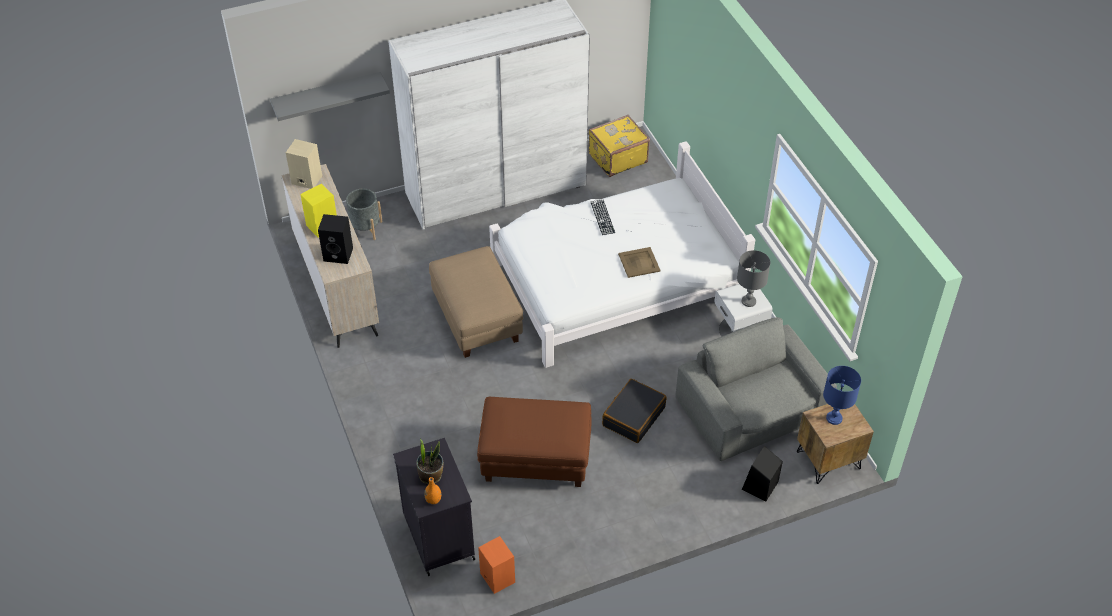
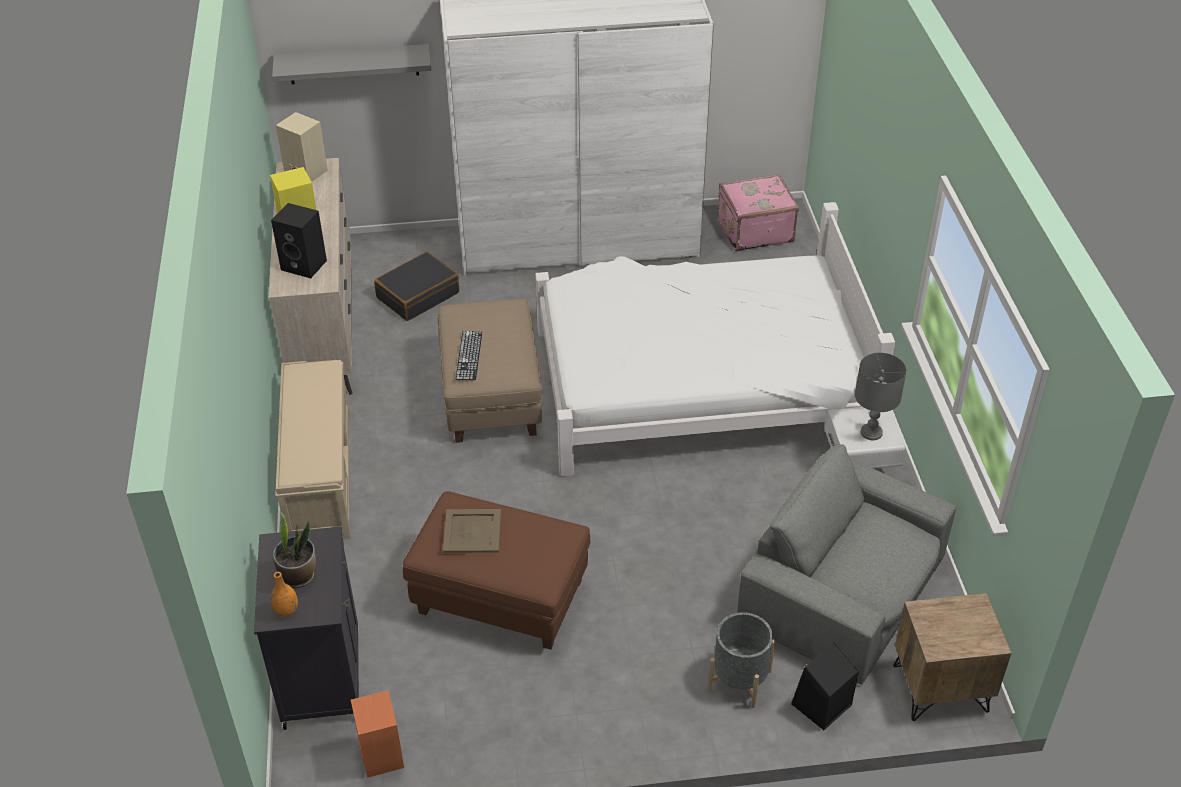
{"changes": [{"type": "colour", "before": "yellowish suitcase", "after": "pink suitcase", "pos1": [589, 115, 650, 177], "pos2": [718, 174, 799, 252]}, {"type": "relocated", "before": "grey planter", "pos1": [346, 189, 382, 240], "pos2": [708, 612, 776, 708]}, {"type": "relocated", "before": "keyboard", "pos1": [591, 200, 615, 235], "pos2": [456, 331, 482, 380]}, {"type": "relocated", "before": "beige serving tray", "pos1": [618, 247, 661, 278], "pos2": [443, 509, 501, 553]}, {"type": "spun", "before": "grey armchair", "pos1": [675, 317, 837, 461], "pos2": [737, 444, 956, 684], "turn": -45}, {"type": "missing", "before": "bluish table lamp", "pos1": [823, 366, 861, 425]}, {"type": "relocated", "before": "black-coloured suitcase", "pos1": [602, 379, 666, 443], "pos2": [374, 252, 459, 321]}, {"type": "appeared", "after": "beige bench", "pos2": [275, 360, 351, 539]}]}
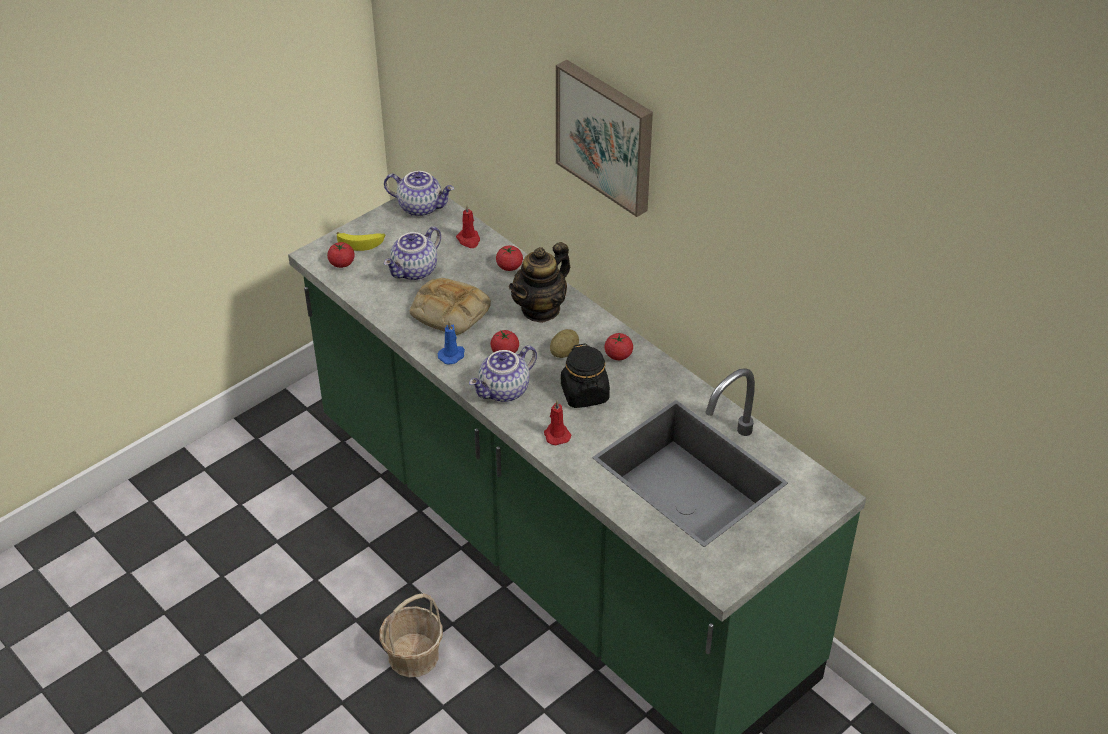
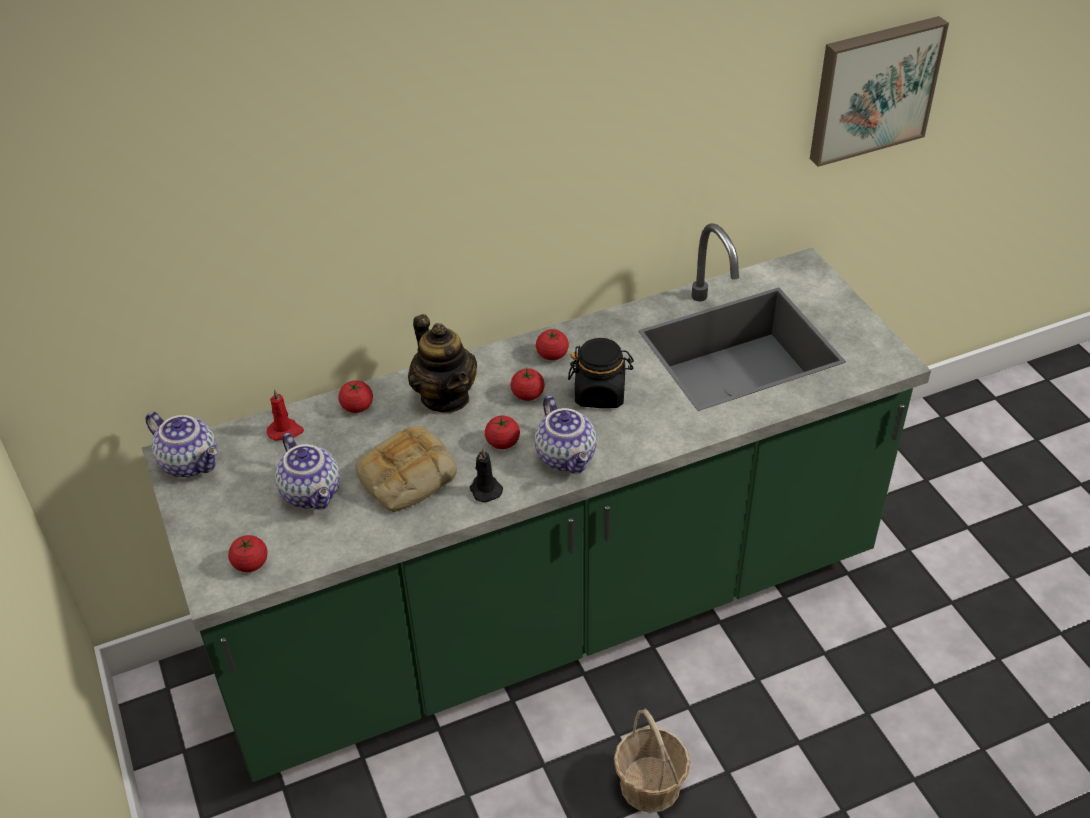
{"changes": [{"type": "relocated", "before": "wall picture", "pos1": [556, 60, 653, 217], "pos2": [810, 16, 949, 167]}, {"type": "spun", "before": "tea pot", "pos1": [384, 171, 454, 217], "pos2": [145, 412, 218, 477], "turn": 90}, {"type": "missing", "before": "banana", "pos1": [336, 232, 385, 251]}, {"type": "colour", "before": "bluish wax light", "after": "black-coloured wax light", "pos1": [438, 320, 465, 365], "pos2": [470, 447, 503, 502]}, {"type": "exchanged", "before": "spud", "after": "fresh tomato", "pos1": [550, 329, 579, 358], "pos2": [511, 368, 545, 401]}, {"type": "missing", "before": "red-coloured wax light", "pos1": [544, 400, 571, 445]}]}
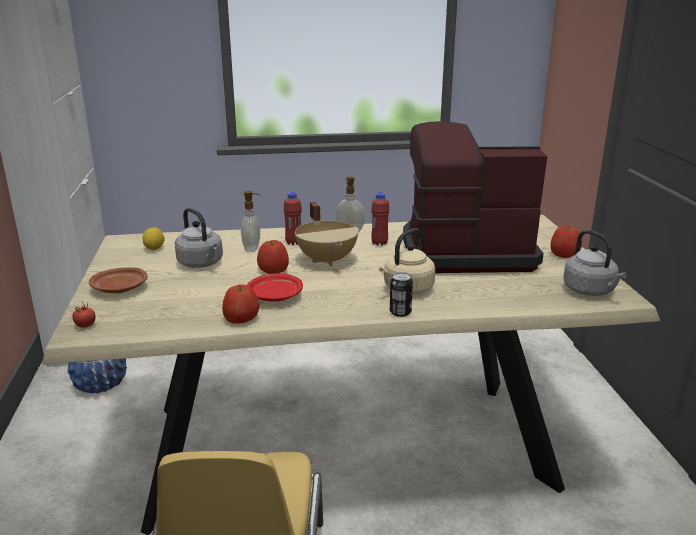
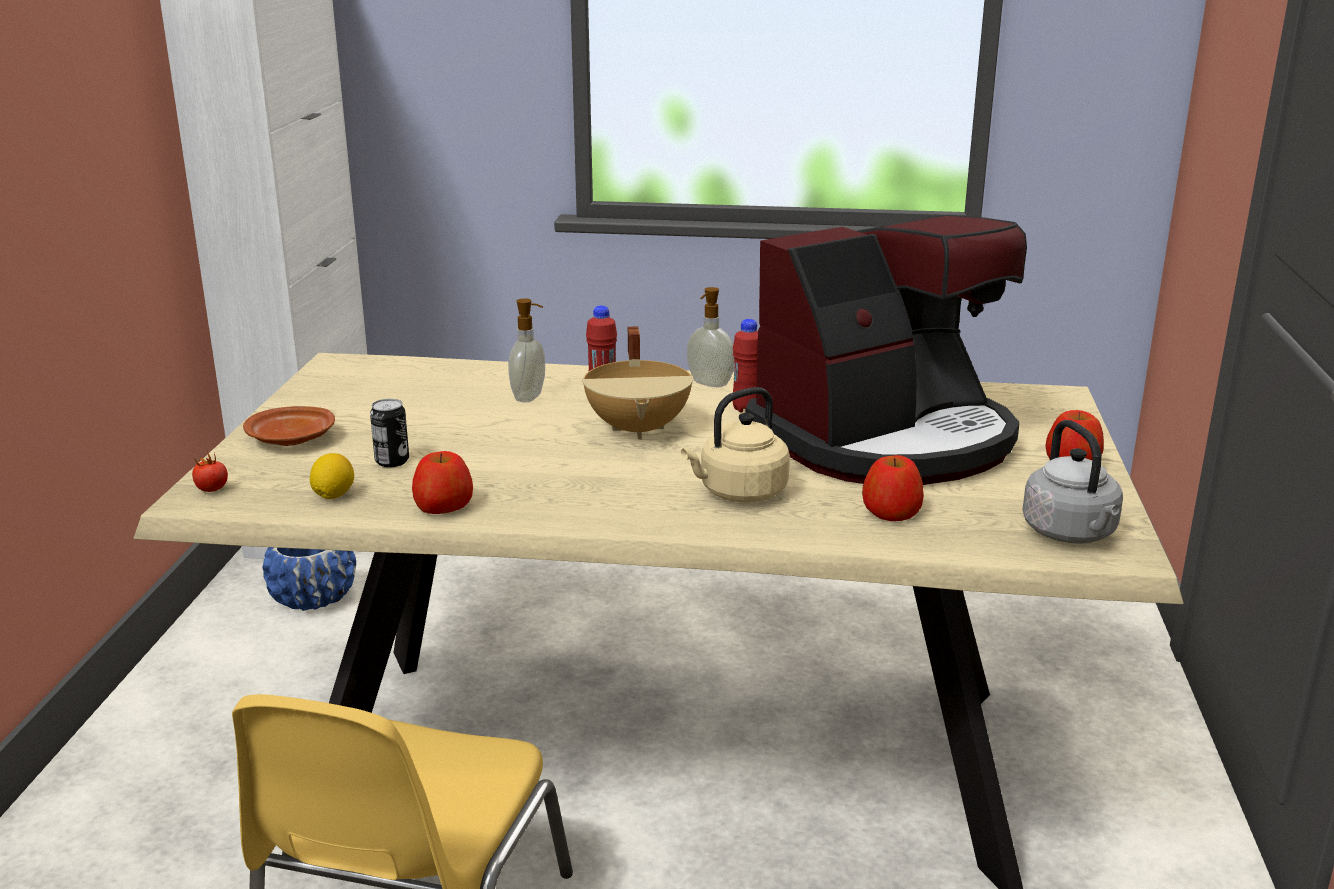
{"changes": [{"type": "spun", "before": "coffee maker", "pos1": [403, 121, 547, 273], "pos2": [746, 215, 1027, 485], "turn": 135}, {"type": "missing", "before": "grey kettle", "pos1": [175, 208, 223, 268]}, {"type": "relocated", "before": "whole lemon", "pos1": [142, 227, 165, 250], "pos2": [310, 453, 354, 499]}, {"type": "relocated", "before": "apple fruit", "pos1": [257, 240, 289, 274], "pos2": [862, 455, 924, 521]}, {"type": "relocated", "before": "can", "pos1": [390, 272, 413, 317], "pos2": [370, 399, 409, 467]}, {"type": "missing", "before": "red-coloured dinner plate", "pos1": [247, 273, 303, 302]}]}
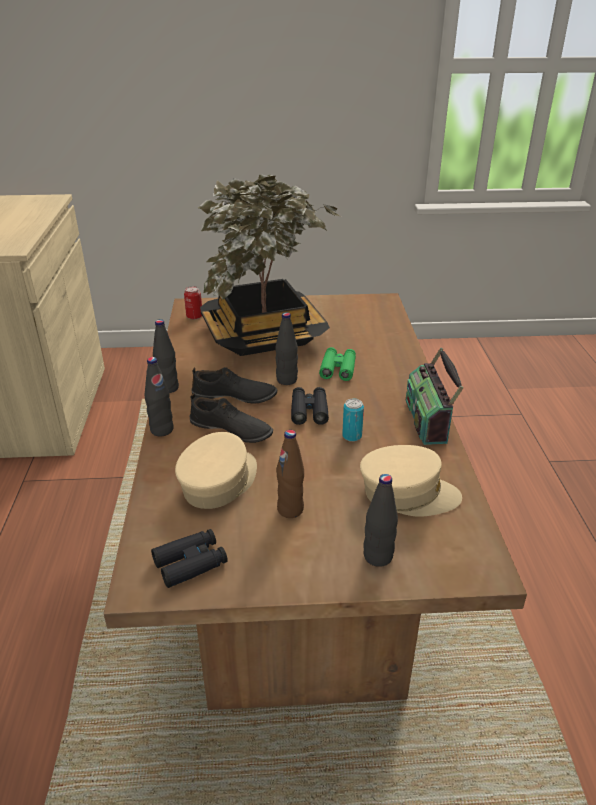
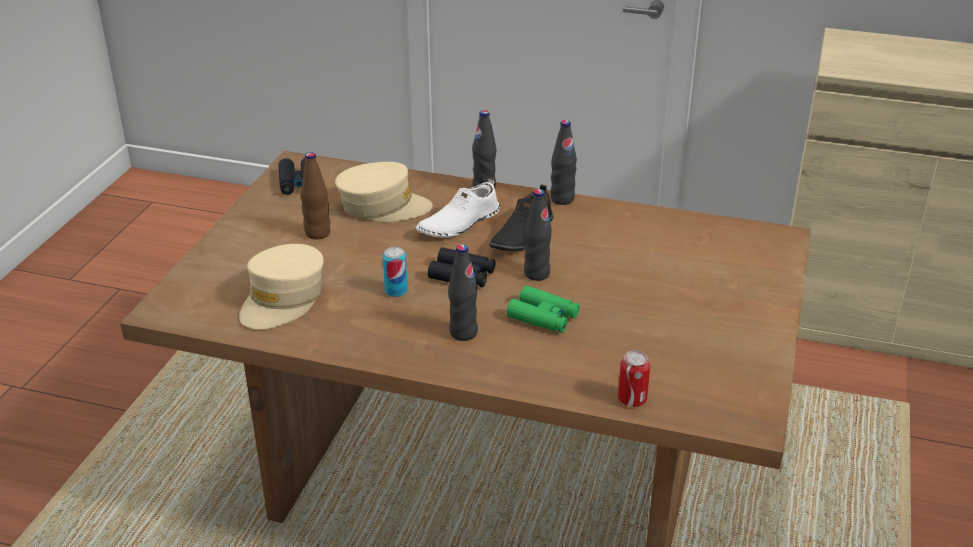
{"changes": [{"type": "missing", "before": "potted plant", "pos1": [198, 174, 340, 356]}, {"type": "relocated", "before": "can", "pos1": [184, 286, 202, 319], "pos2": [618, 351, 650, 407]}, {"type": "missing", "before": "radio", "pos1": [406, 348, 463, 445]}, {"type": "colour", "before": "black-coloured shoe", "after": "white shoe", "pos1": [190, 393, 273, 443], "pos2": [416, 178, 500, 238]}, {"type": "spun", "before": "beige peaked cap", "pos1": [175, 432, 257, 509], "pos2": [335, 162, 432, 222], "turn": -45}, {"type": "relocated", "before": "black-coloured bottle", "pos1": [363, 474, 398, 567], "pos2": [448, 244, 478, 341]}]}
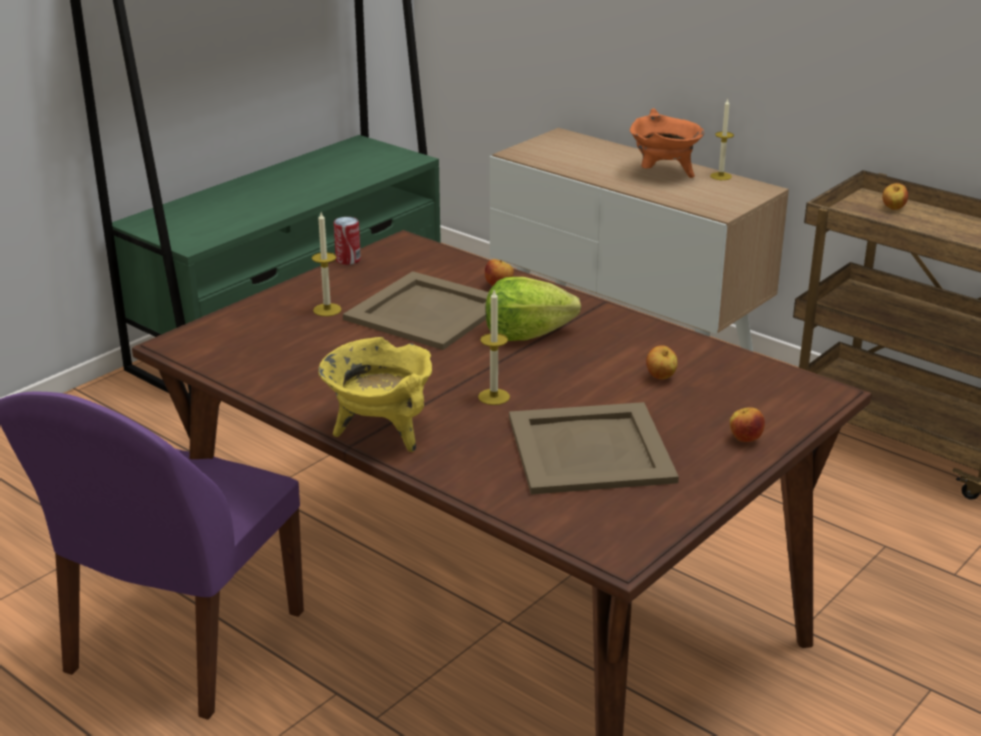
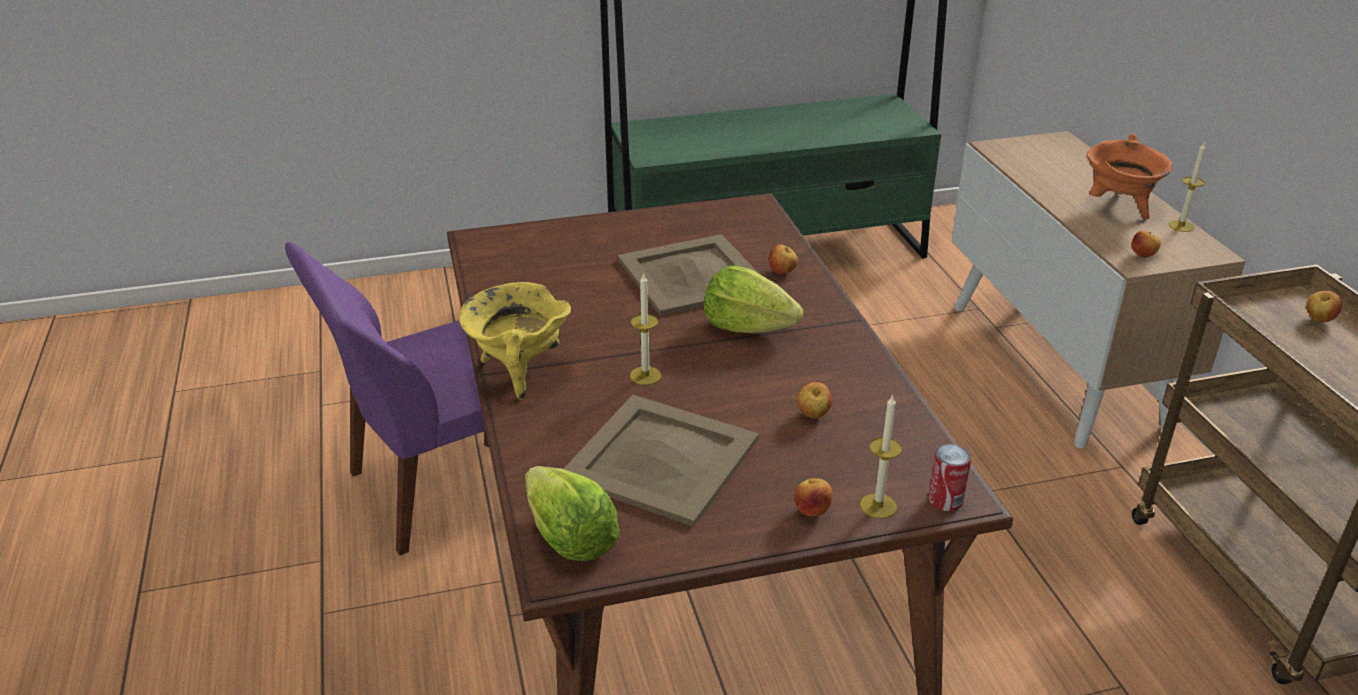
{"changes": [{"type": "relocated", "before": "wax light", "pos1": [312, 212, 342, 316], "pos2": [860, 394, 902, 519]}, {"type": "relocated", "before": "can", "pos1": [334, 217, 361, 265], "pos2": [928, 444, 971, 511]}, {"type": "appeared", "after": "apple fruit", "pos2": [1132, 231, 1161, 258]}, {"type": "appeared", "after": "lettuce", "pos2": [525, 466, 620, 562]}]}
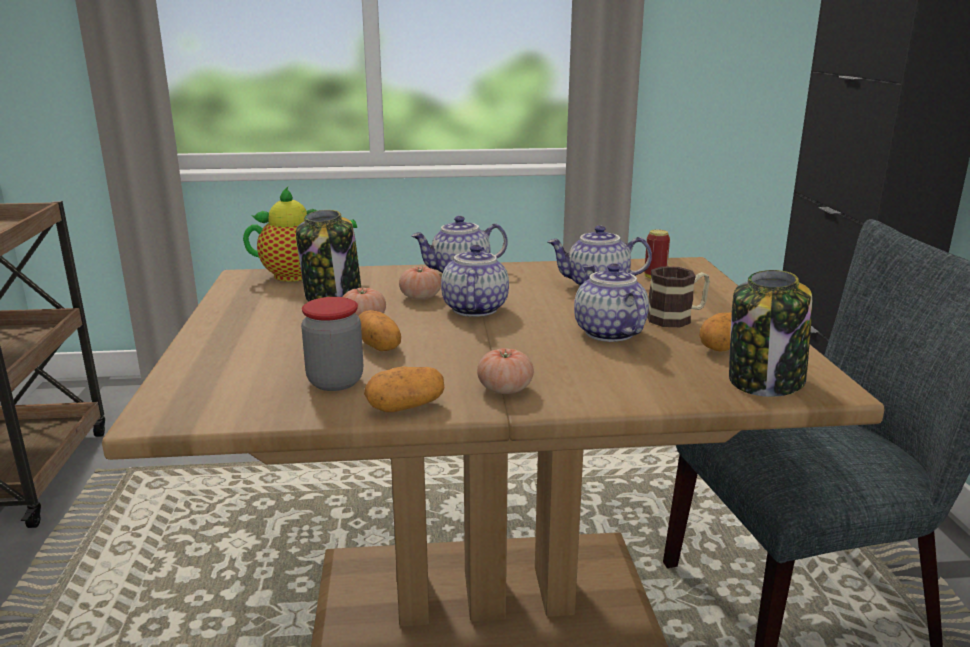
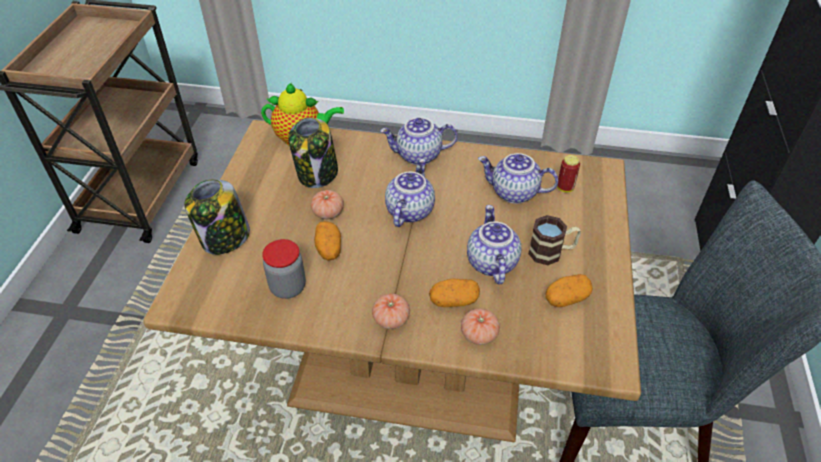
{"changes": [{"type": "relocated", "before": "fresh tomato", "pos1": [399, 267, 441, 300], "pos2": [461, 309, 500, 345]}, {"type": "relocated", "before": "preserve jar", "pos1": [729, 270, 812, 397], "pos2": [184, 179, 250, 255]}, {"type": "relocated", "before": "spud", "pos1": [364, 366, 445, 412], "pos2": [429, 278, 480, 307]}]}
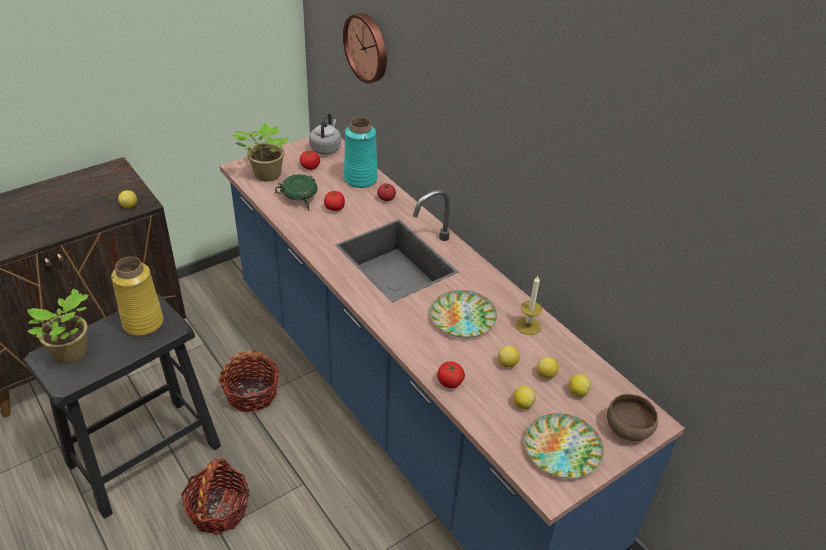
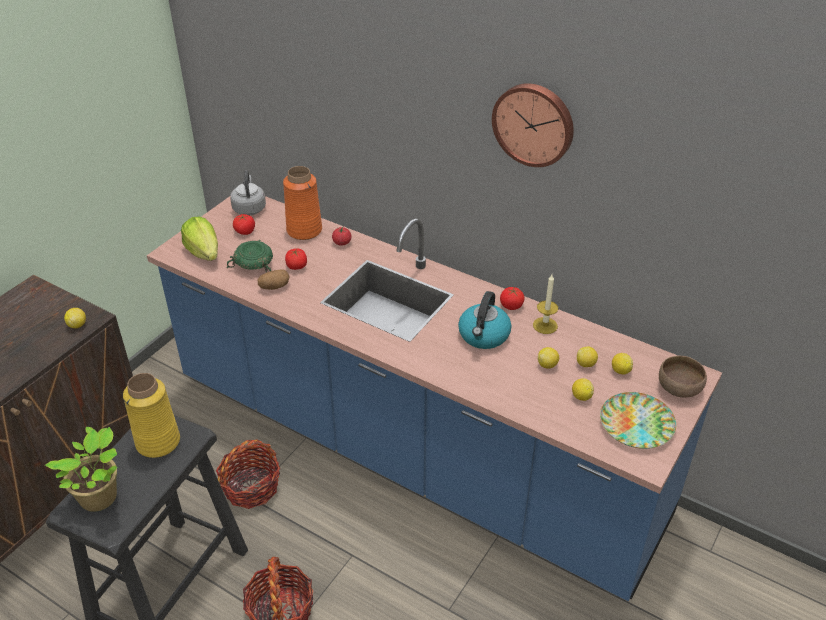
{"changes": [{"type": "relocated", "before": "wall clock", "pos1": [343, 13, 387, 83], "pos2": [492, 83, 574, 167]}, {"type": "colour", "before": "turquoise decorative vase", "after": "orange-coloured decorative vase", "pos1": [344, 117, 378, 188], "pos2": [283, 166, 322, 240]}, {"type": "exchanged", "before": "potted plant", "after": "lettuce", "pos1": [231, 123, 289, 182], "pos2": [181, 216, 218, 261]}, {"type": "exchanged", "before": "dinner plate", "after": "kettle", "pos1": [430, 290, 497, 338], "pos2": [458, 291, 512, 349]}, {"type": "relocated", "before": "fresh tomato", "pos1": [437, 362, 465, 388], "pos2": [500, 287, 524, 310]}, {"type": "appeared", "after": "spud", "pos2": [258, 269, 290, 290]}]}
